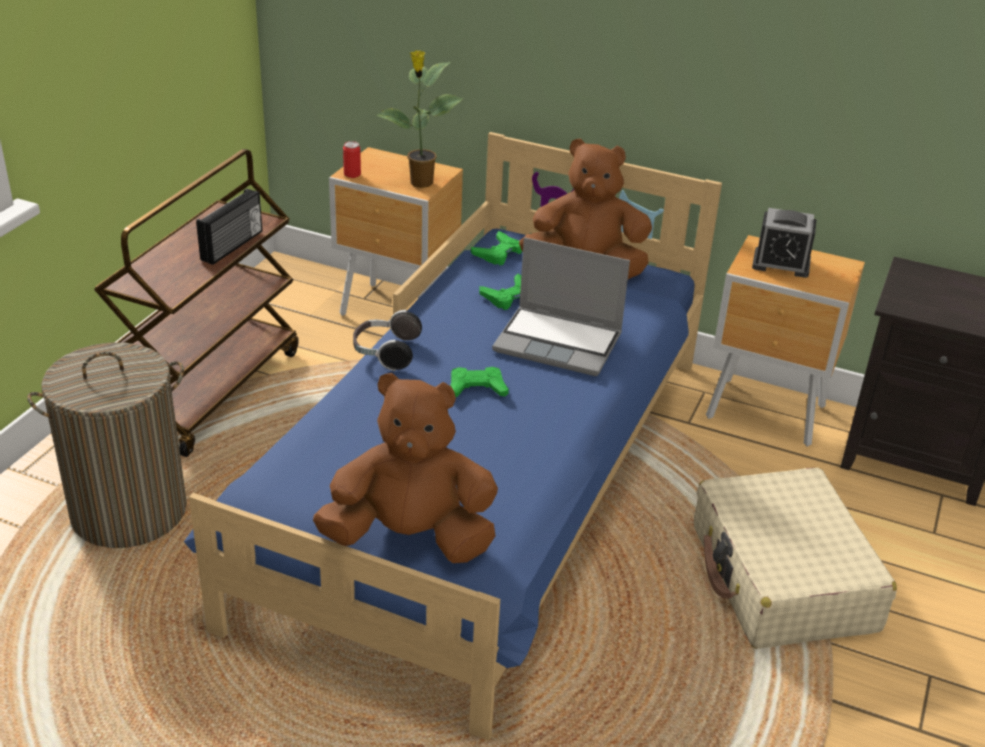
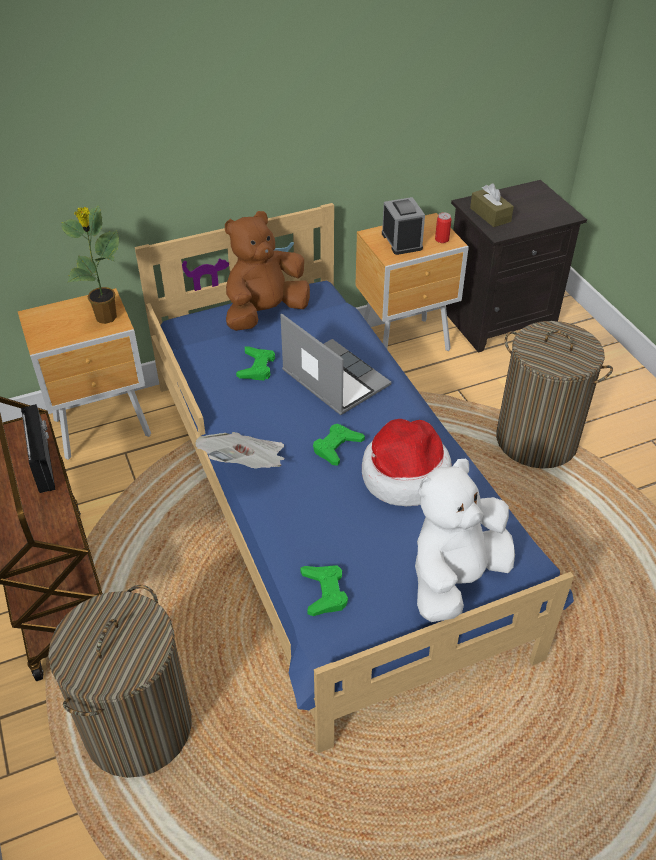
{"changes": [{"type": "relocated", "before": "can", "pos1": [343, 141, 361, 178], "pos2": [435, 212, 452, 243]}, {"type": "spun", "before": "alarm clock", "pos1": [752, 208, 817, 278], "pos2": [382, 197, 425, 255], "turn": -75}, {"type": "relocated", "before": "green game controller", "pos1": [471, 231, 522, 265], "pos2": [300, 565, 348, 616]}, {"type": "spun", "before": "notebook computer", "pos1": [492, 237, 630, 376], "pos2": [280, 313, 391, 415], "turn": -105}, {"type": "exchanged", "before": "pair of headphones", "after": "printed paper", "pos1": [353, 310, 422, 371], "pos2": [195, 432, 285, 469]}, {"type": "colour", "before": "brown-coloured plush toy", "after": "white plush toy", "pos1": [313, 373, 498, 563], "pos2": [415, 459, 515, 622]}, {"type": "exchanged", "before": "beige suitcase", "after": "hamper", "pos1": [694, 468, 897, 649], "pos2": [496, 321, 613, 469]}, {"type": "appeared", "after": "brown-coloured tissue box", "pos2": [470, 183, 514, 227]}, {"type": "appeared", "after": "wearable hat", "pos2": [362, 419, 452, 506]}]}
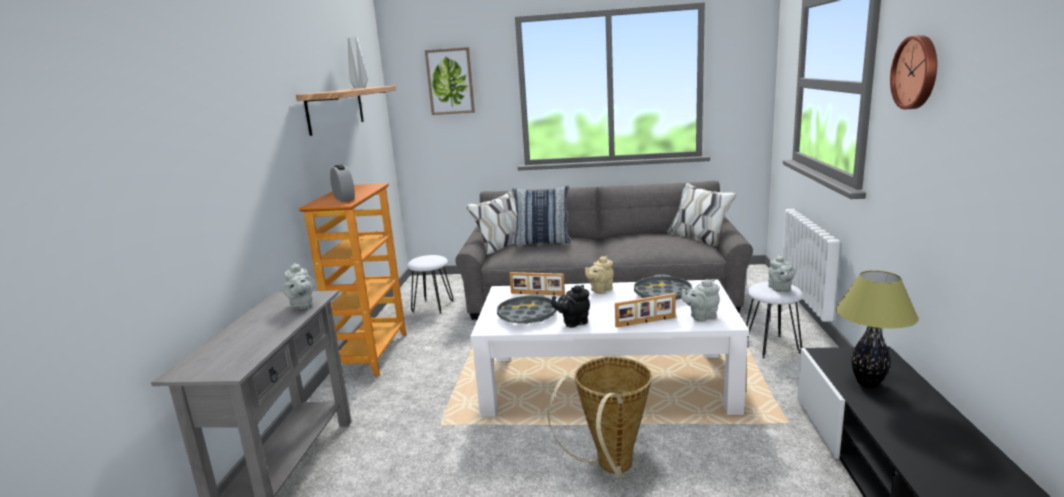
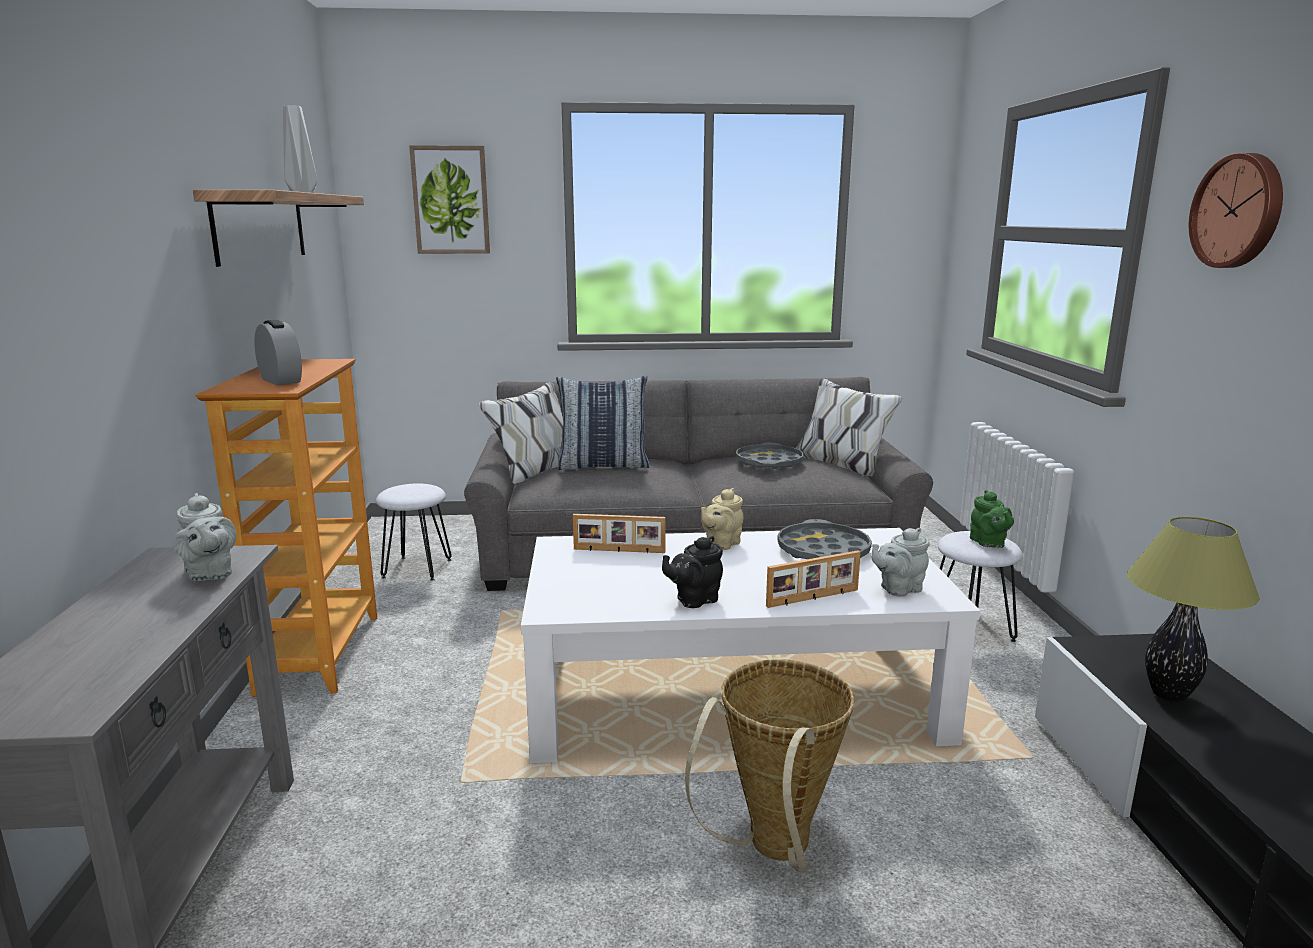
{"changes": [{"type": "colour", "before": "grey tea pot", "after": "green tea pot", "pos1": [768, 255, 795, 292], "pos2": [970, 490, 1014, 548]}, {"type": "relocated", "before": "grey serving tray", "pos1": [497, 294, 557, 324], "pos2": [736, 443, 804, 469]}]}
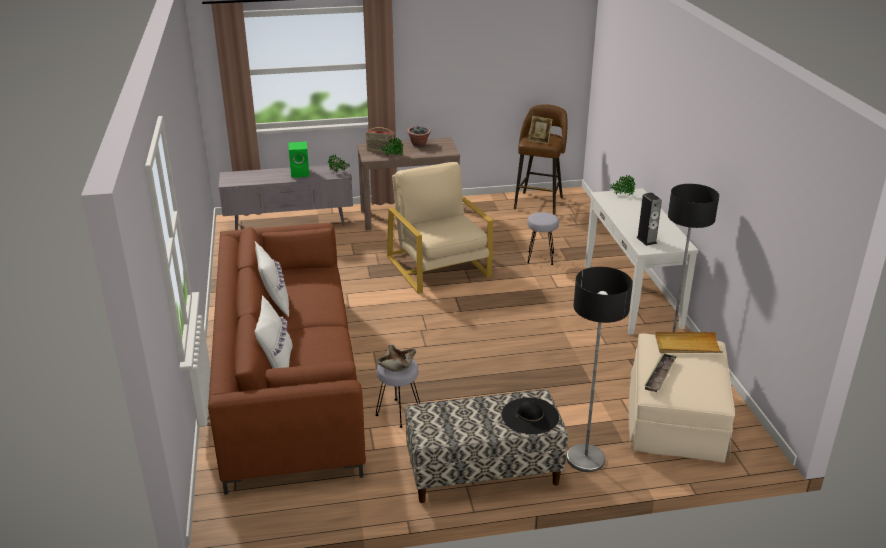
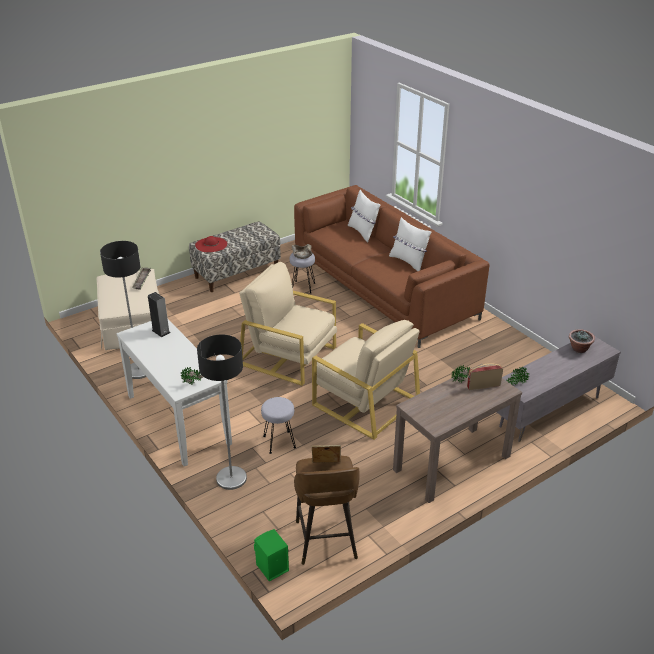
{"changes": [{"type": "relocated", "before": "potted plant", "pos1": [407, 126, 431, 147], "pos2": [569, 329, 595, 353]}, {"type": "relocated", "before": "green audio speaker", "pos1": [289, 141, 309, 178], "pos2": [254, 529, 289, 582]}, {"type": "relocated", "before": "standard lamp", "pos1": [566, 267, 633, 472], "pos2": [197, 334, 247, 490]}, {"type": "missing", "before": "beige serving tray", "pos1": [655, 332, 723, 353]}, {"type": "colour", "before": "black-coloured wearable hat", "after": "red-coloured wearable hat", "pos1": [502, 397, 559, 434], "pos2": [195, 236, 227, 252]}, {"type": "appeared", "after": "beige armchair", "pos2": [239, 262, 337, 386]}]}
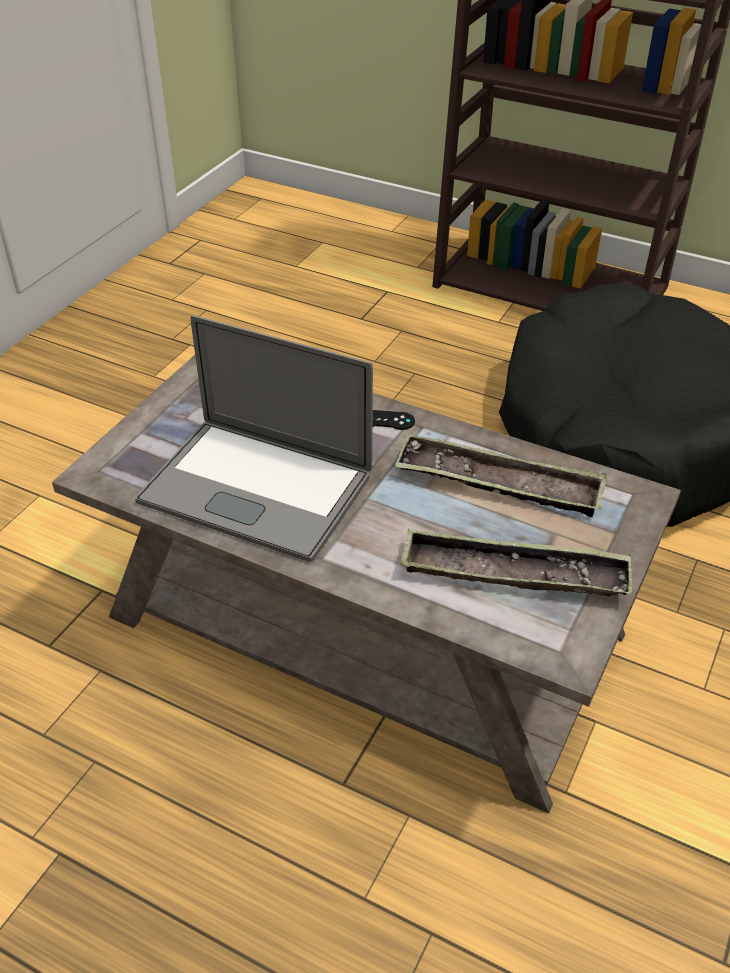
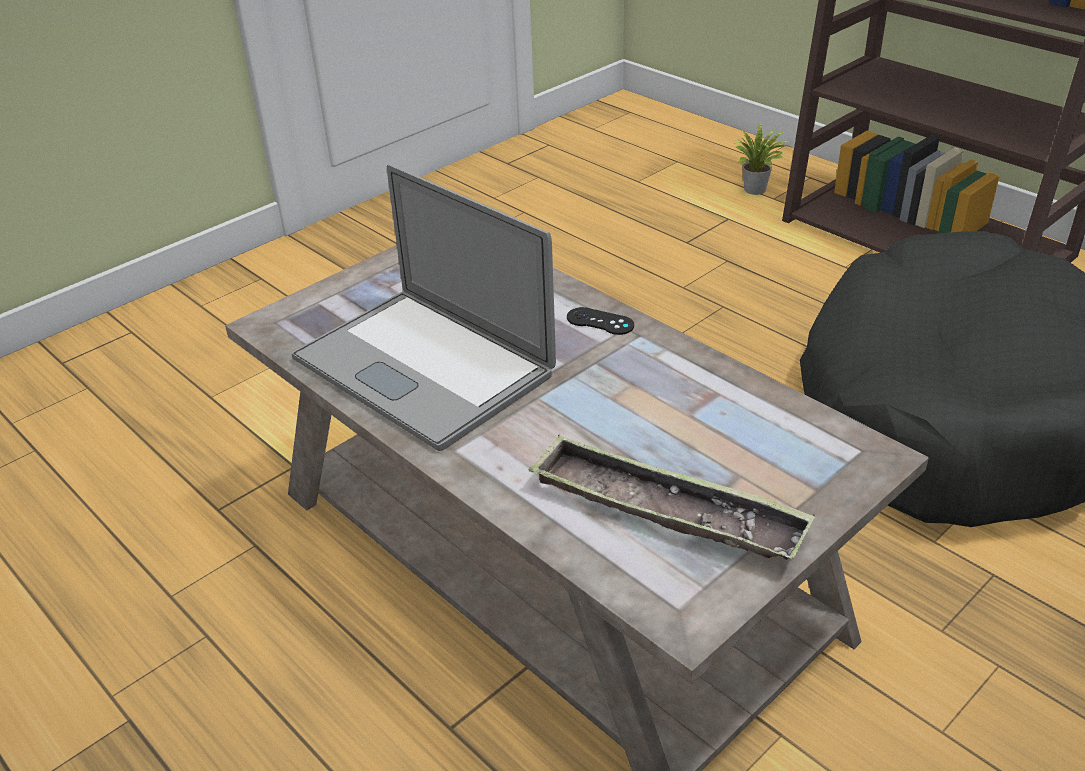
{"changes": [{"type": "missing", "before": "serving tray", "pos1": [395, 434, 607, 517]}, {"type": "appeared", "after": "potted plant", "pos2": [736, 124, 788, 195]}]}
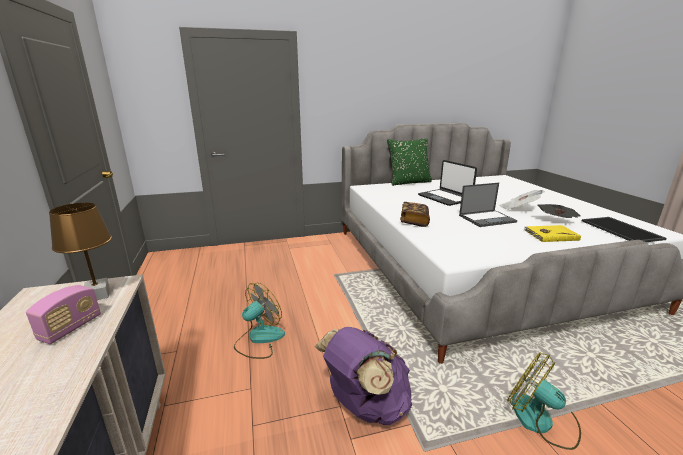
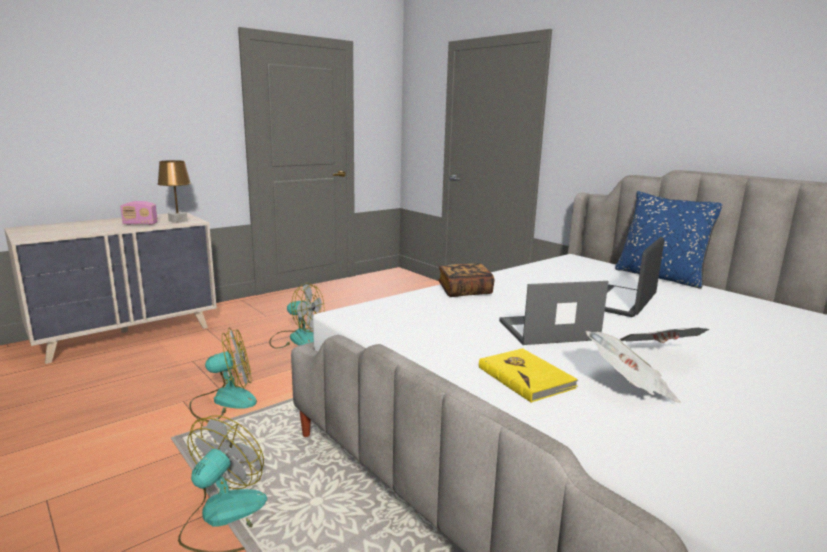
{"changes": [{"type": "colour", "before": "green cushion", "after": "bluish cushion", "pos1": [387, 139, 432, 186], "pos2": [615, 191, 722, 289]}, {"type": "spun", "before": "notebook computer", "pos1": [459, 183, 517, 227], "pos2": [499, 281, 608, 345], "turn": 120}, {"type": "missing", "before": "serving tray", "pos1": [582, 217, 667, 242]}, {"type": "exchanged", "before": "purple-coloured knapsack", "after": "cooling fan", "pos1": [315, 327, 412, 425], "pos2": [189, 328, 257, 422]}]}
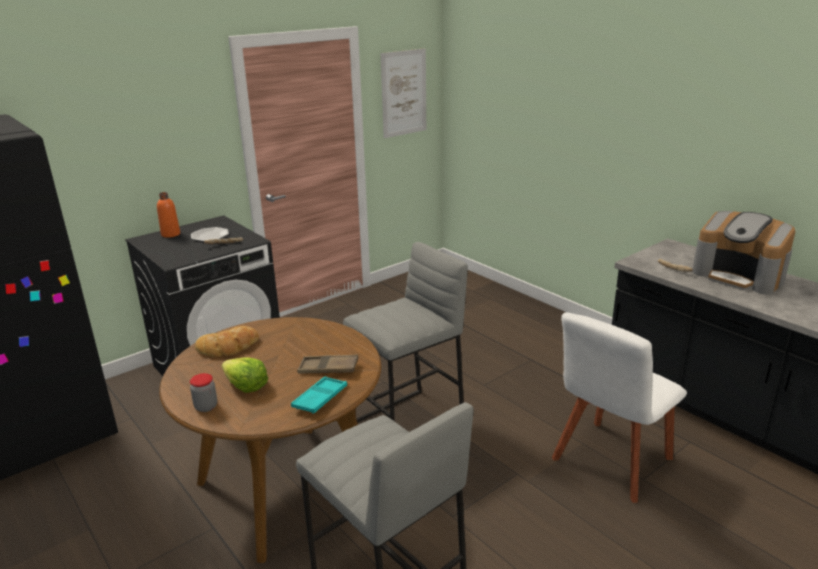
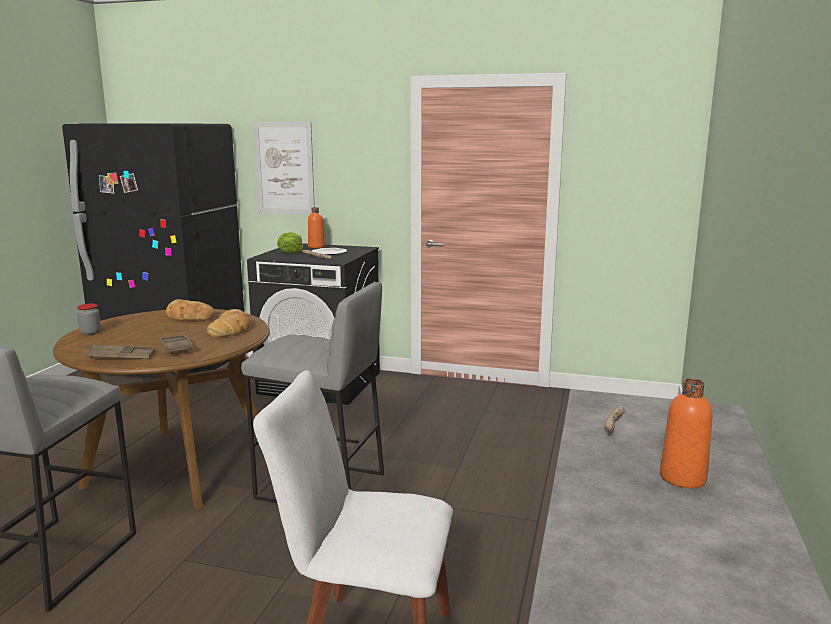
{"changes": [{"type": "relocated", "before": "wall picture", "pos1": [381, 48, 426, 138], "pos2": [254, 122, 315, 215]}, {"type": "exchanged", "before": "coffee maker", "after": "orange-coloured bottle", "pos1": [692, 211, 796, 295], "pos2": [660, 379, 712, 488]}, {"type": "relocated", "before": "lettuce", "pos1": [221, 358, 268, 393], "pos2": [277, 232, 303, 254]}, {"type": "colour", "before": "turquoise serving tray", "after": "brown-coloured serving tray", "pos1": [291, 376, 347, 414], "pos2": [86, 345, 155, 359]}, {"type": "appeared", "after": "baked bread", "pos2": [207, 309, 250, 338]}]}
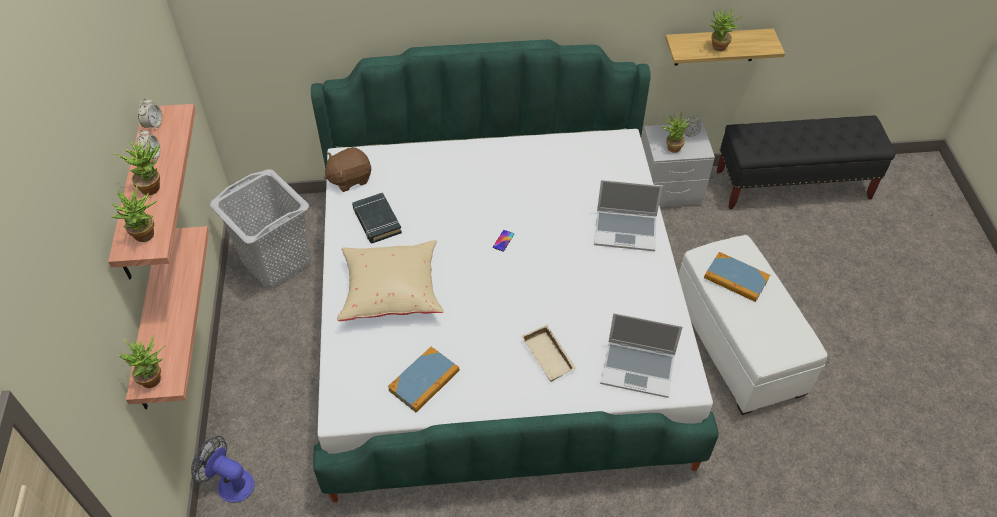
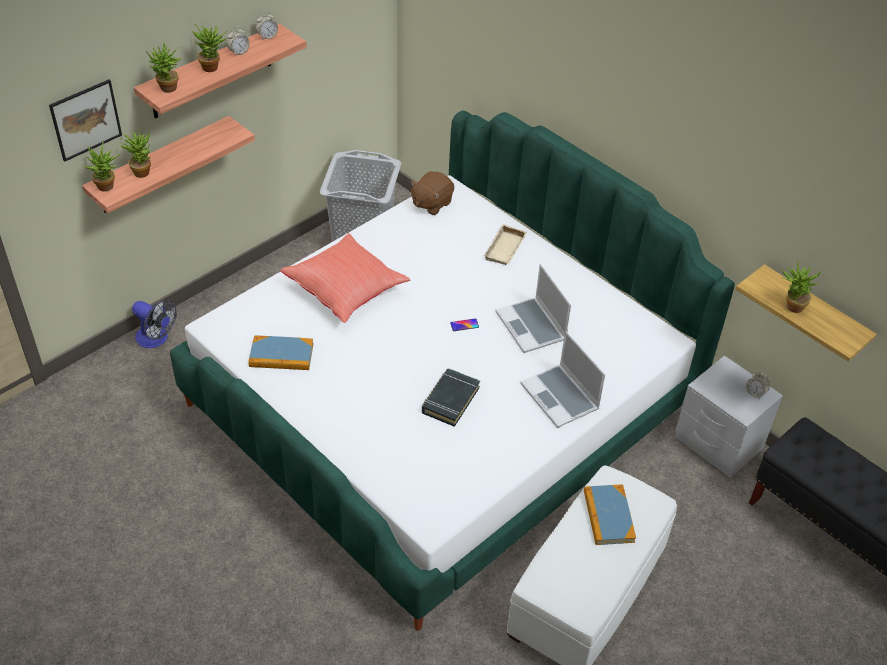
{"changes": [{"type": "relocated", "before": "potted plant", "pos1": [661, 112, 689, 153], "pos2": [118, 129, 151, 178]}, {"type": "spun", "before": "brown-coloured plush toy", "pos1": [324, 147, 371, 192], "pos2": [411, 171, 454, 215], "turn": -75}, {"type": "relocated", "before": "black-coloured book", "pos1": [352, 192, 402, 244], "pos2": [422, 368, 480, 427]}, {"type": "colour", "before": "beige cushion", "after": "red-coloured cushion", "pos1": [337, 240, 444, 321], "pos2": [281, 233, 411, 323]}, {"type": "relocated", "before": "notebook computer", "pos1": [600, 313, 683, 398], "pos2": [495, 264, 571, 353]}, {"type": "relocated", "before": "beige serving tray", "pos1": [522, 325, 577, 382], "pos2": [484, 224, 527, 265]}, {"type": "spun", "before": "cooling fan", "pos1": [191, 436, 255, 502], "pos2": [132, 300, 177, 348], "turn": 135}, {"type": "appeared", "after": "wall picture", "pos2": [49, 79, 122, 161]}]}
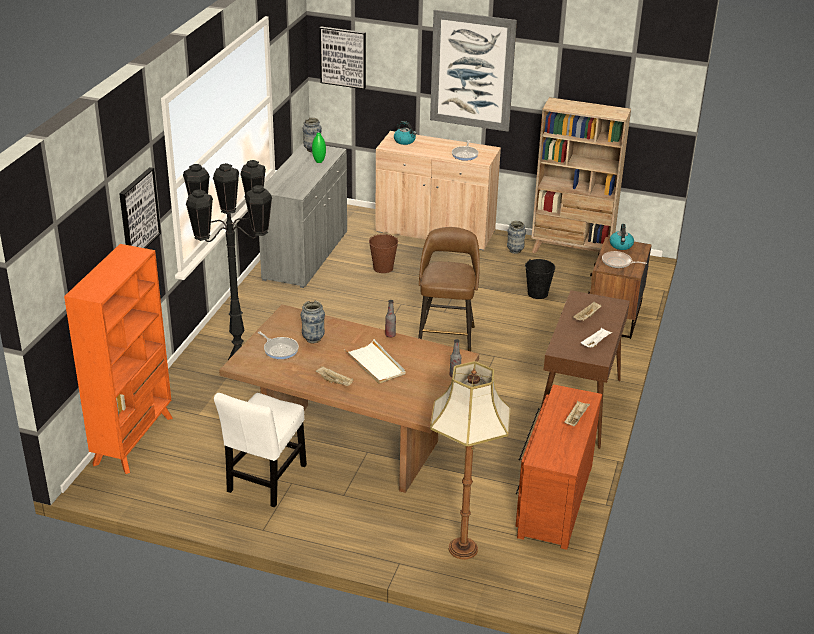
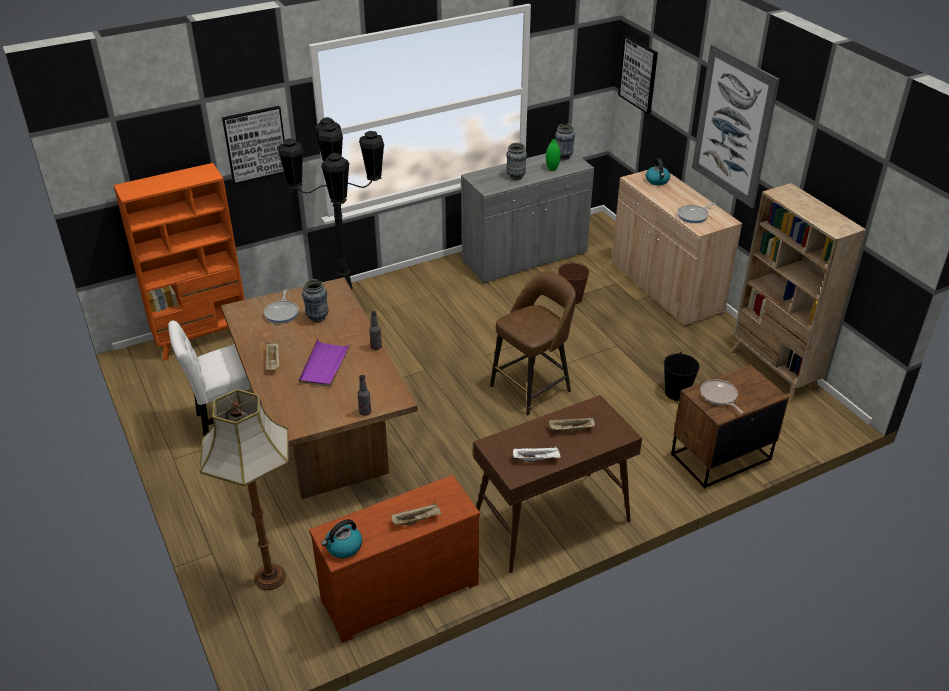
{"changes": [{"type": "relocated", "before": "decorative vase", "pos1": [507, 221, 526, 254], "pos2": [506, 142, 527, 180]}, {"type": "relocated", "before": "kettle", "pos1": [610, 224, 634, 250], "pos2": [321, 519, 362, 558]}, {"type": "colour", "before": "white serving tray", "after": "purple-coloured serving tray", "pos1": [344, 339, 406, 384], "pos2": [299, 338, 352, 387]}]}
